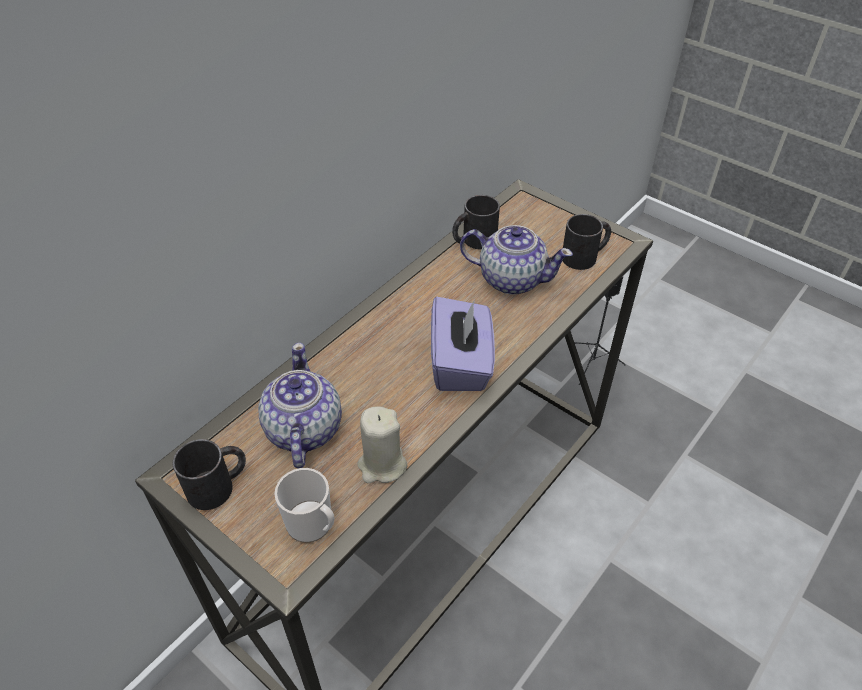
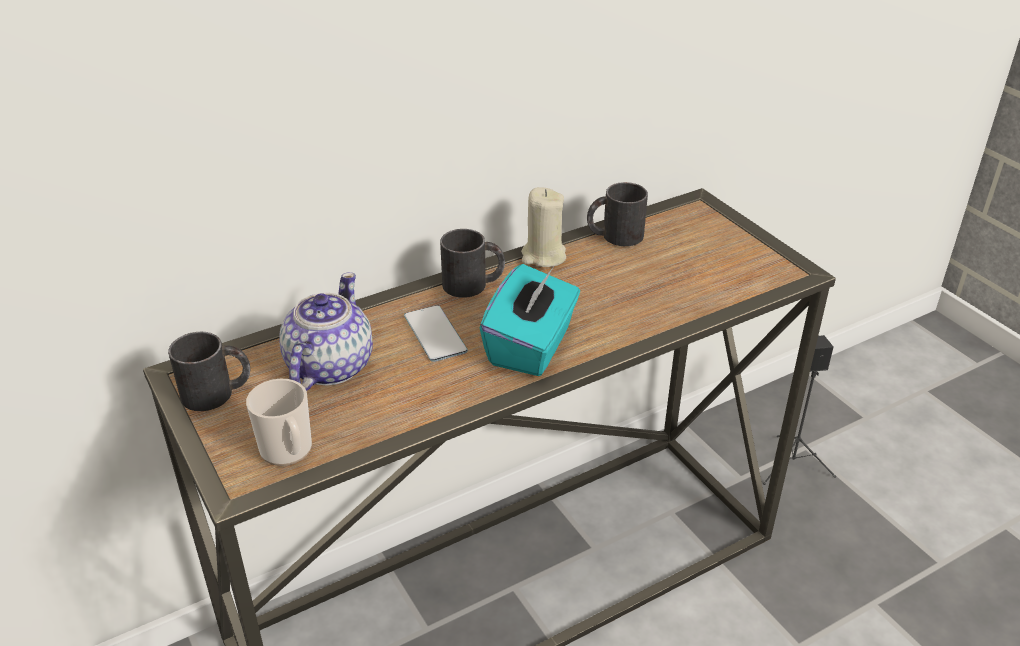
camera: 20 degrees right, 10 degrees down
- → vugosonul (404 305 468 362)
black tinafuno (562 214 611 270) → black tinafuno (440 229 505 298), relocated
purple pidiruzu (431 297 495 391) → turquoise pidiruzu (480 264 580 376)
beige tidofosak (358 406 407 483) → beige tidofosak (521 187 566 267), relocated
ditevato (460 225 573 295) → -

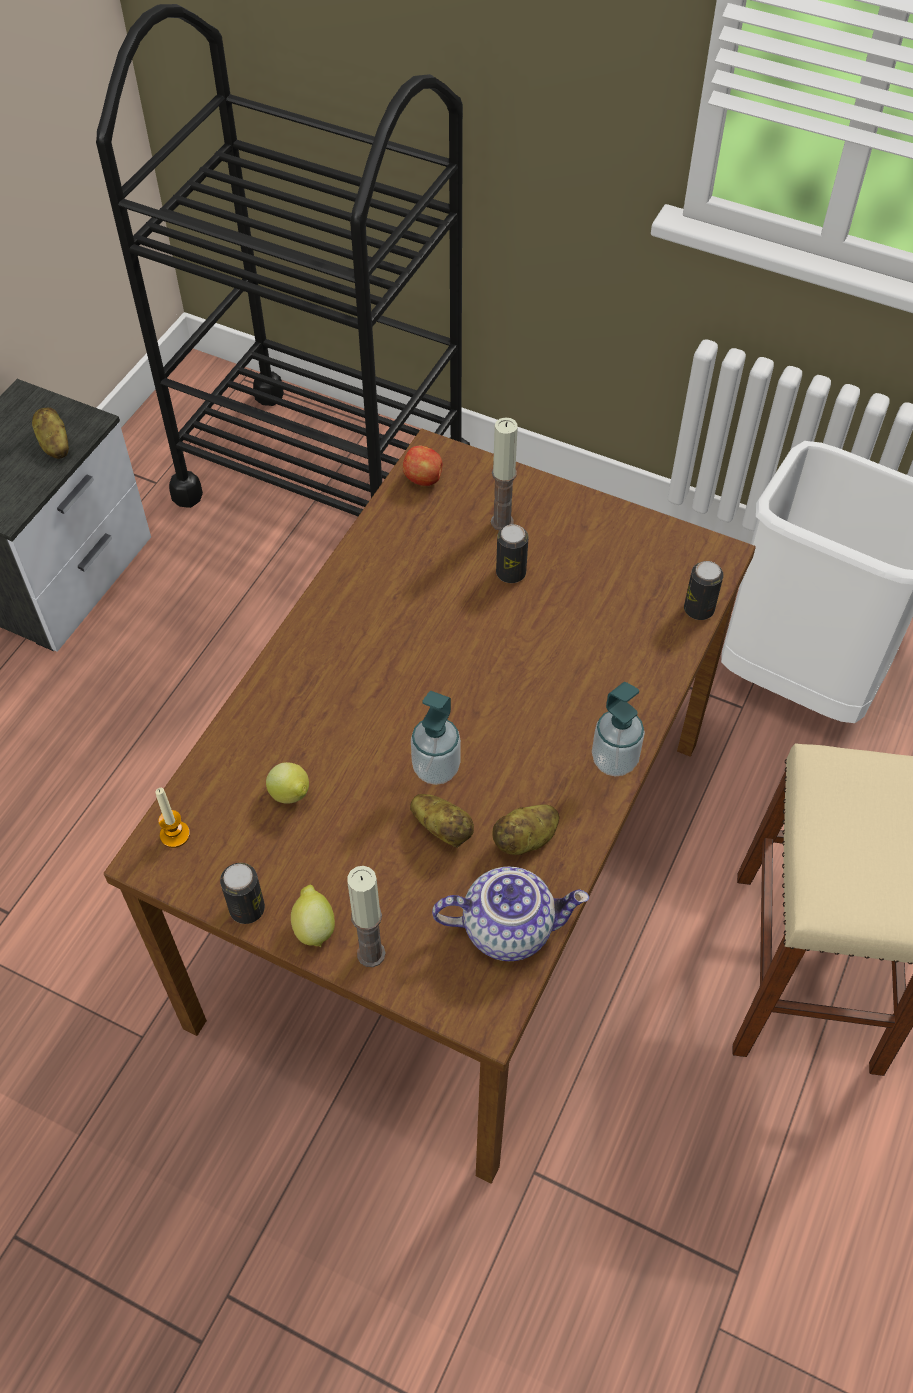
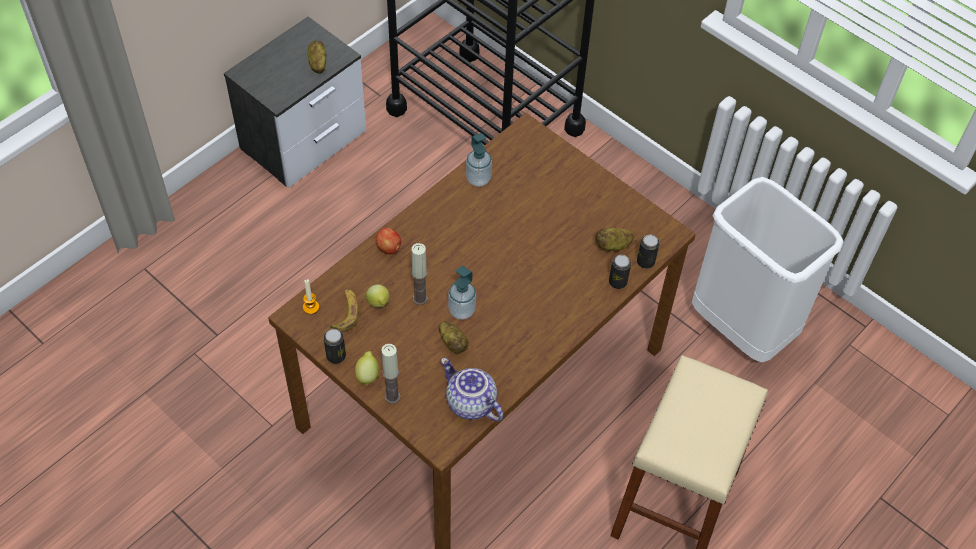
camera: 15 degrees right, 0 degrees up
- → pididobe (329 289 359 332)
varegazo (403 446 442 486) → varegazo (376 228 401 254), relocated
tidofosak (491 417 518 531) → tidofosak (411 243 428 305), relocated
ditevato (432 866 589 961) → ditevato (441 358 503 422), 150 degrees counterclockwise
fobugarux (592 682 645 776) → fobugarux (466 133 492 187), relocated
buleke (492 804 559 855) → buleke (595 227 634 251), relocated
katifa (496 524 528 583) → katifa (609 255 631 289), relocated

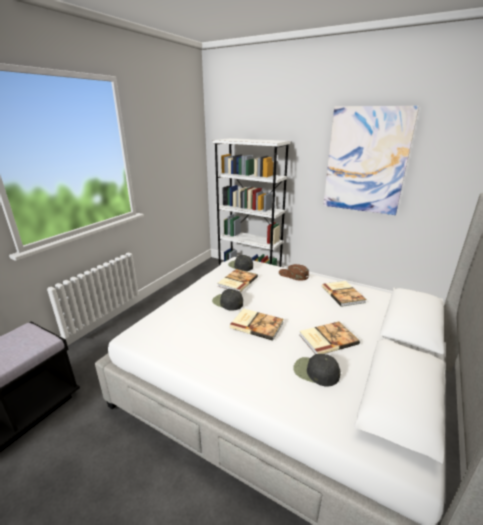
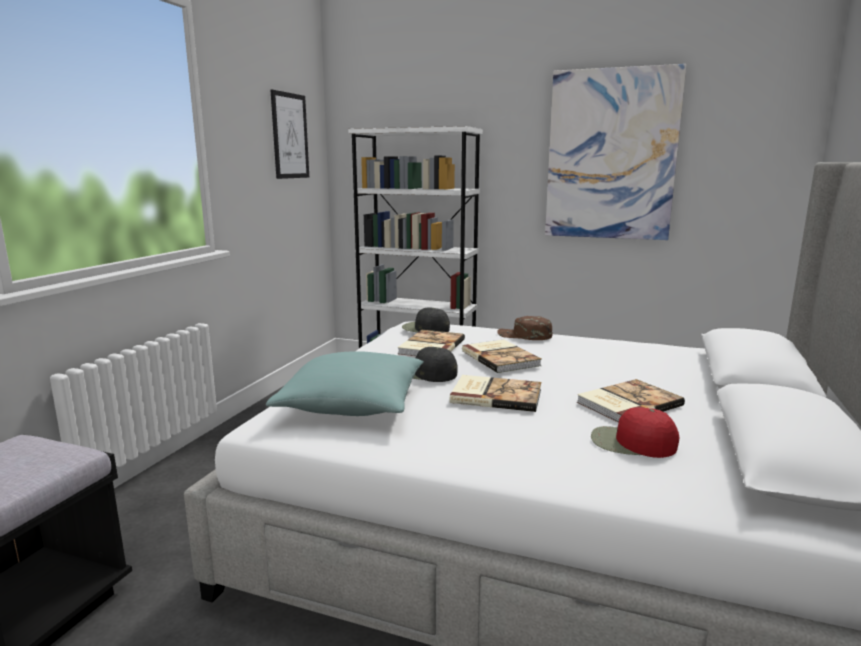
camera: 10 degrees left, 10 degrees down
- → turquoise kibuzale (266 351 423 416)
- → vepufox (271 90 309 179)
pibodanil (322 281 367 307) → pibodanil (462 340 541 373), relocated
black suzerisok (293 354 341 387) → red suzerisok (591 407 679 458)

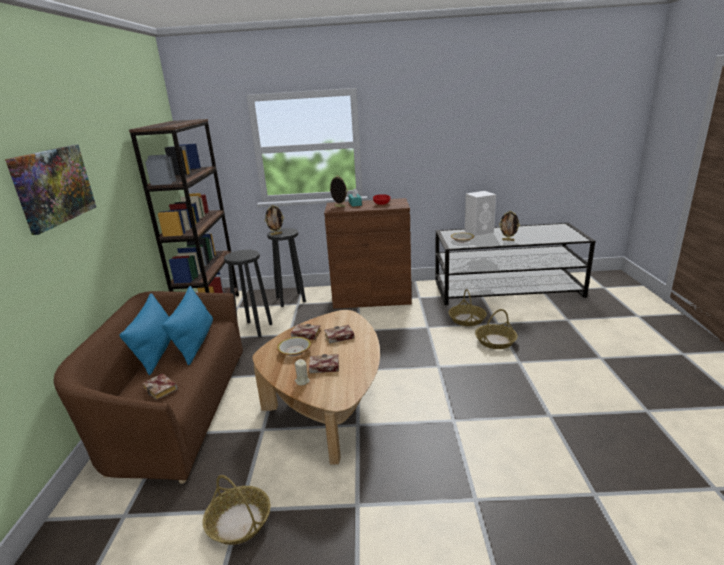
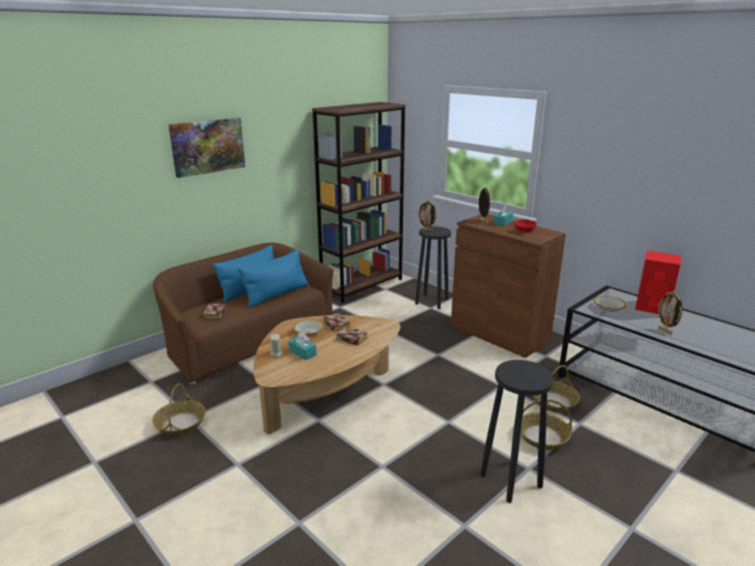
camera: 45 degrees right, 0 degrees up
pibodanil (309 354 339 373) → turquoise pidiruzu (288 333 317 360)
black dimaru (224 250 272 337) → black dimaru (480 360 554 503), relocated
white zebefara (465 191 496 236) → red zebefara (635 251 681 314)

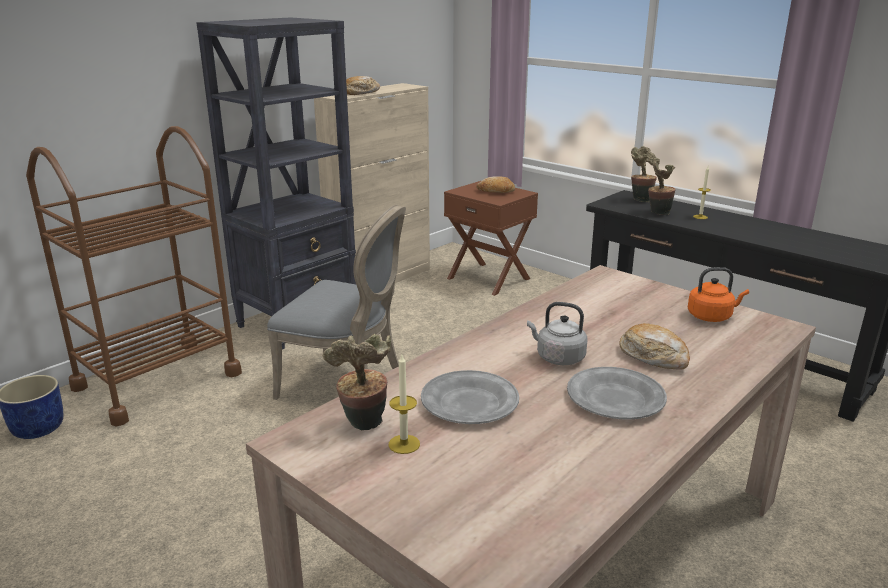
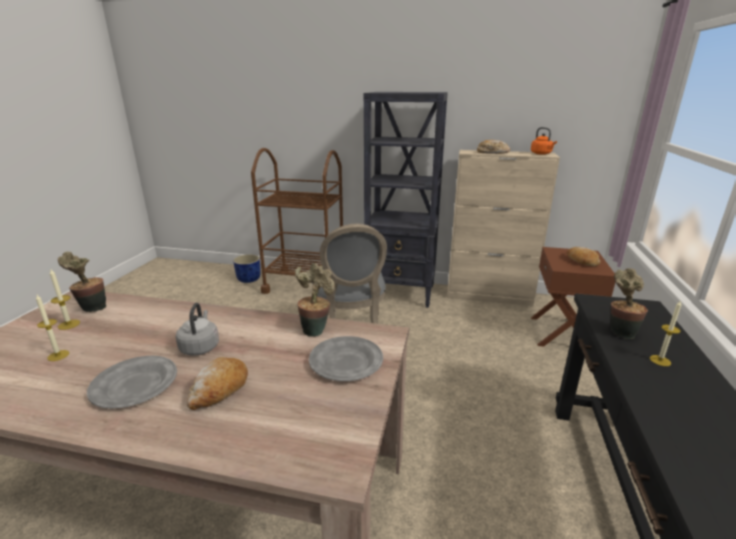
camera: 60 degrees right, 0 degrees up
- → tidofosak (36 295 69 361)
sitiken (631 146 657 202) → sitiken (295 263 335 337), relocated
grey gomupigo (421 370 519 424) → grey gomupigo (309 336 383 381), relocated
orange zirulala (688 267 749 322) → orange zirulala (531 127 557 155), relocated

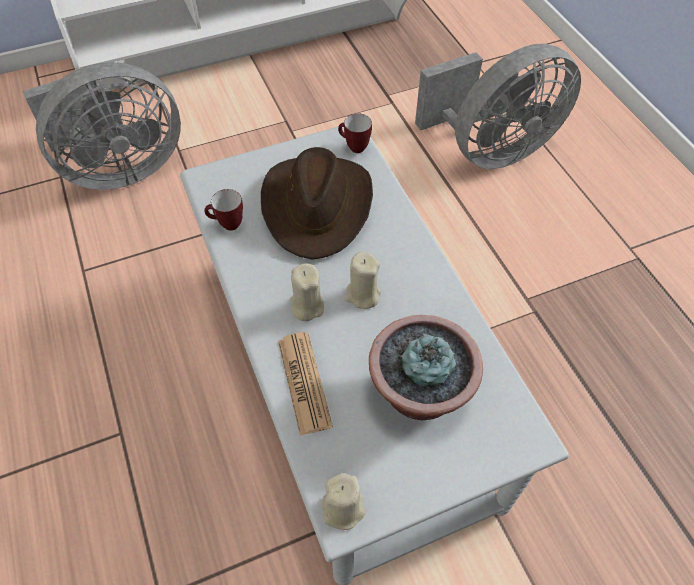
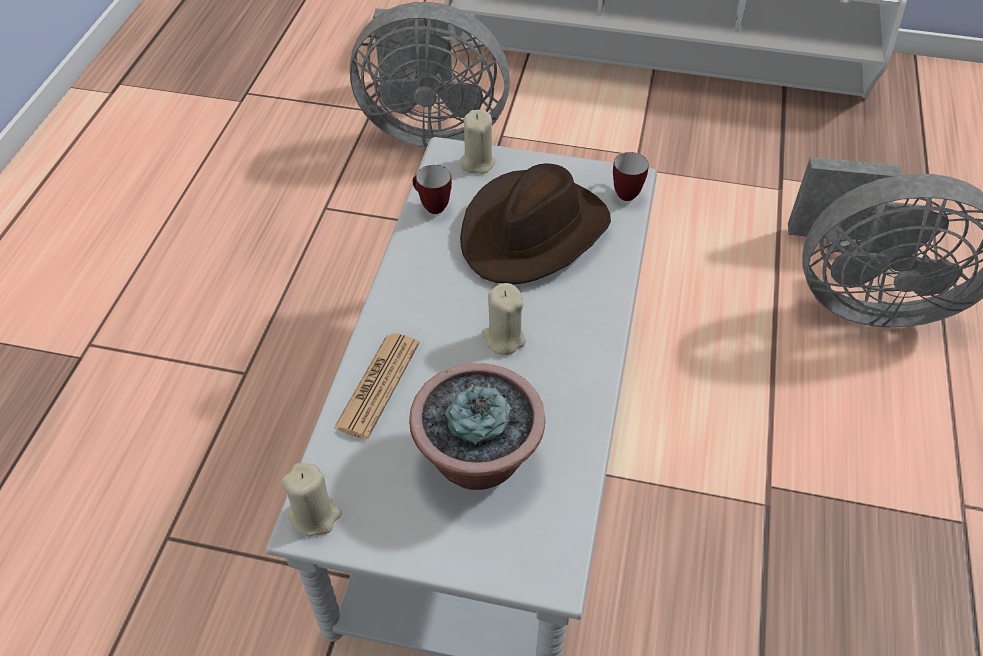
camera: 35 degrees right, 5 degrees down
beige tidofosak (290 264 324 321) → beige tidofosak (460 110 496 174), relocated

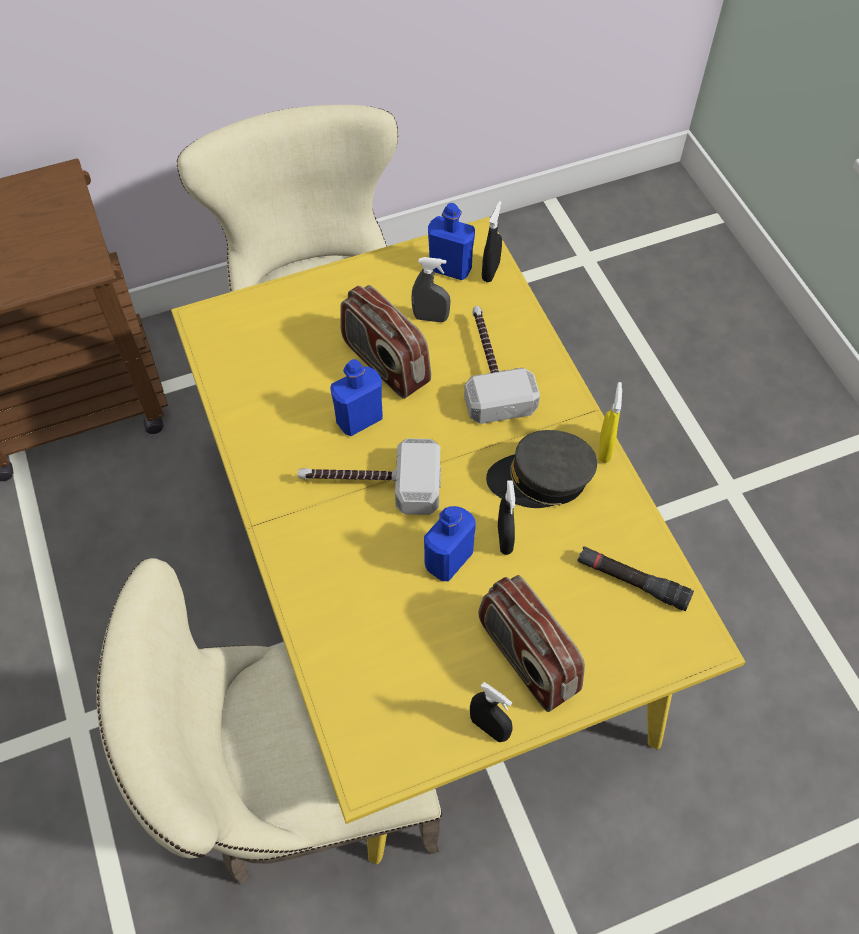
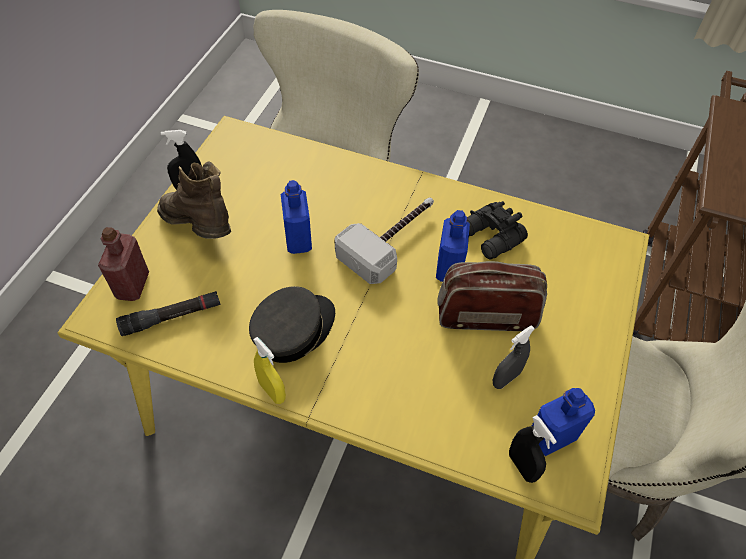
camera: 130 degrees right, 5 degrees down
- → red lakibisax (98 227 149 301)
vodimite (478 575 585 712) → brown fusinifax (157 161 231 239)
- → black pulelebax (467 201 528 260)
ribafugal (464 306 540 424) → -
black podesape (498 480 515 555) → -

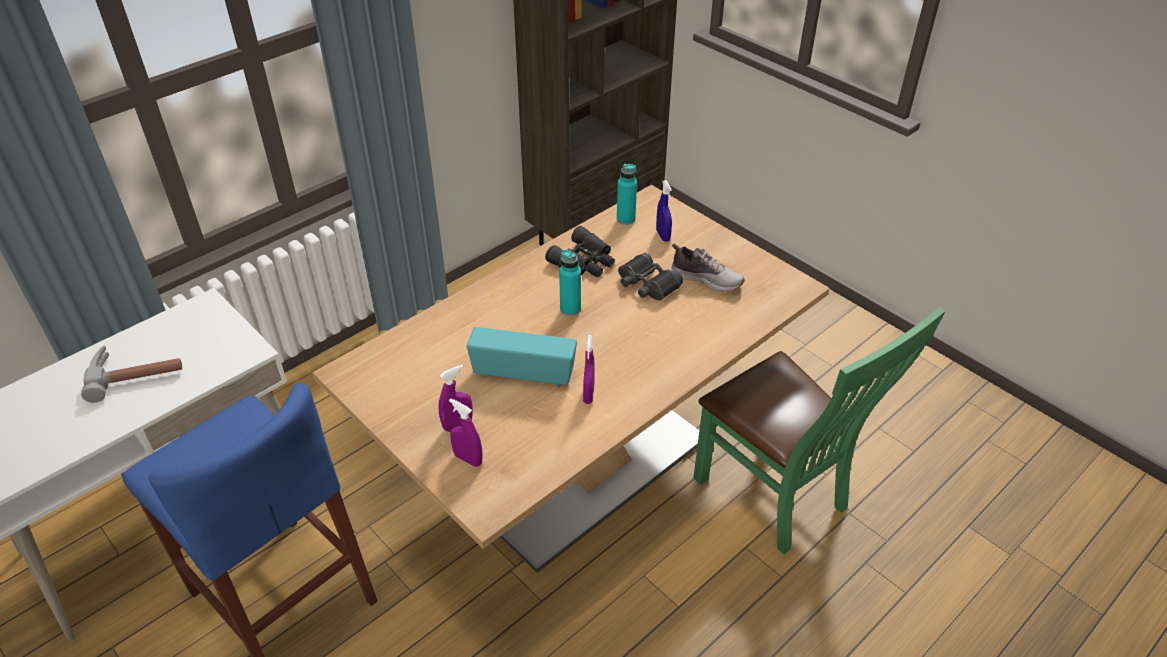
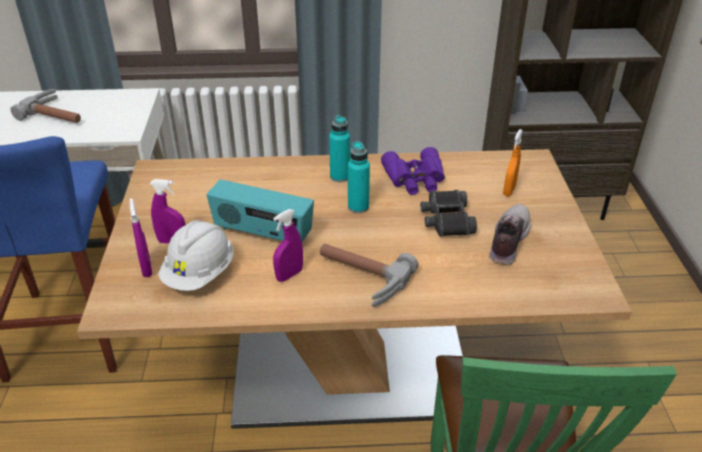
camera: 40 degrees right, 5 degrees down
- → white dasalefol (158 220 234 291)
vodimite (467 327 577 386) → vodimite (207 180 314 242), 150 degrees clockwise
- → ribafugal (320 243 418 307)
turquoise lakibisax (617 164 637 225) → turquoise lakibisax (329 115 350 182), relocated
black pulelebax (545 226 615 277) → purple pulelebax (381 147 445 195)
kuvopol (671 243 745 292) → kuvopol (489 204 531 265), 135 degrees counterclockwise
blue podesape (656 180 672 242) → orange podesape (503 129 523 196)

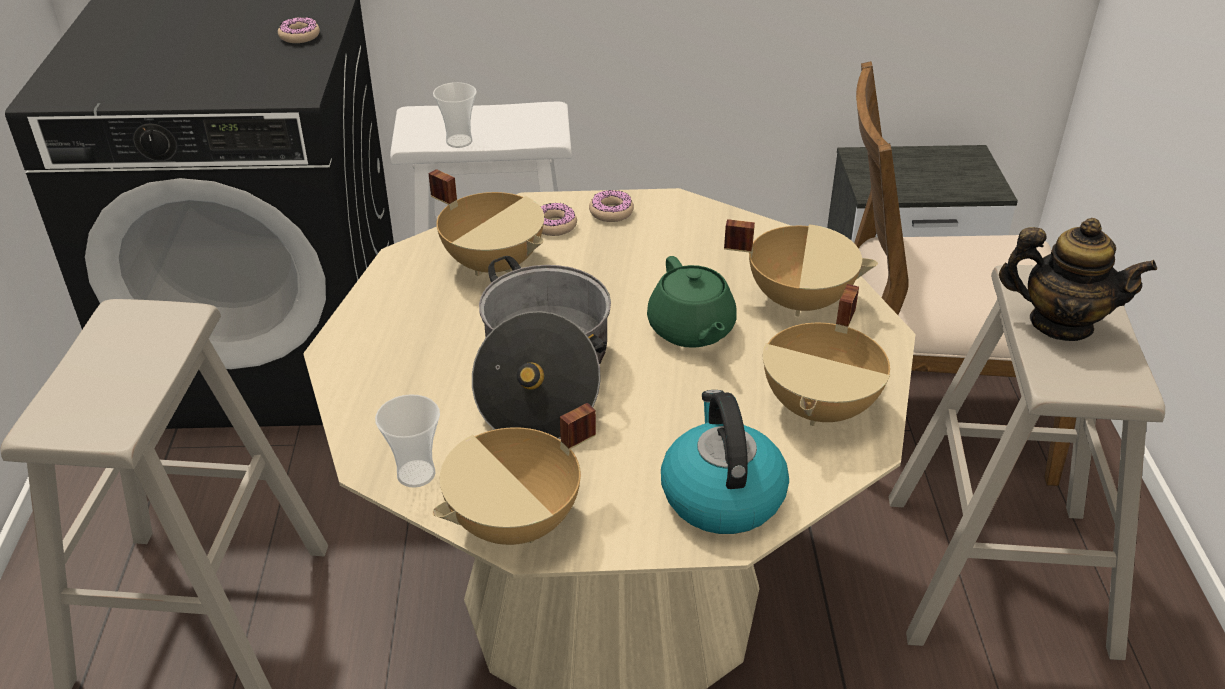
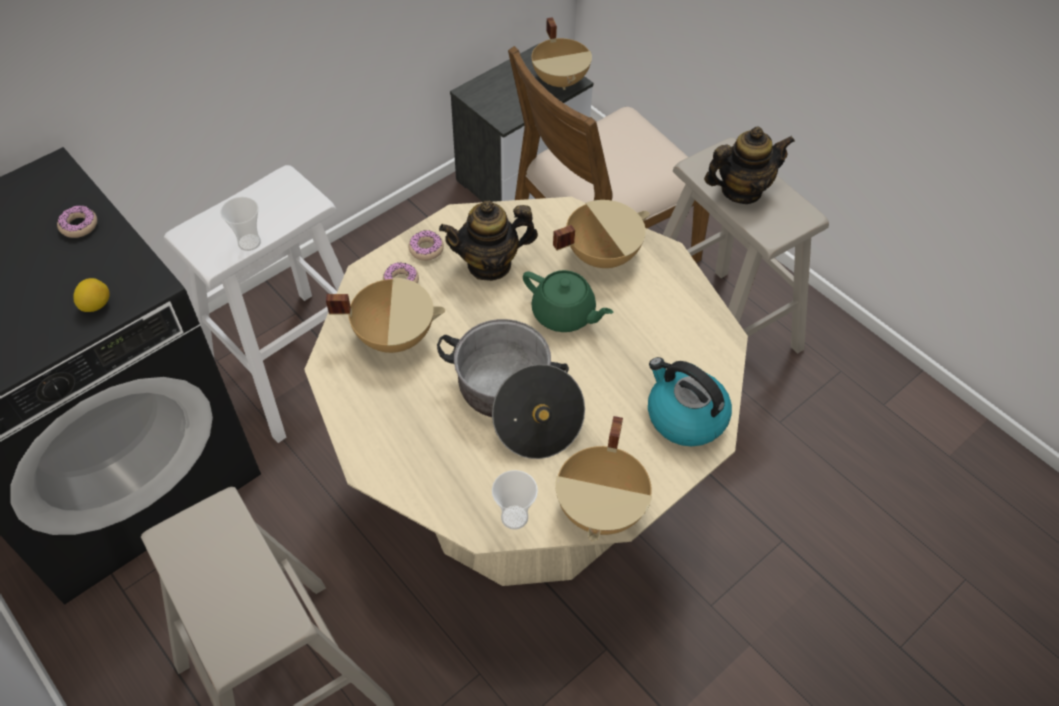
camera: 40 degrees left, 15 degrees up
- → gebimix (73 278 109 312)
- → ditevato (439 201 538 281)
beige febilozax (763 284 890 426) → beige febilozax (532 17 592 90), relocated

